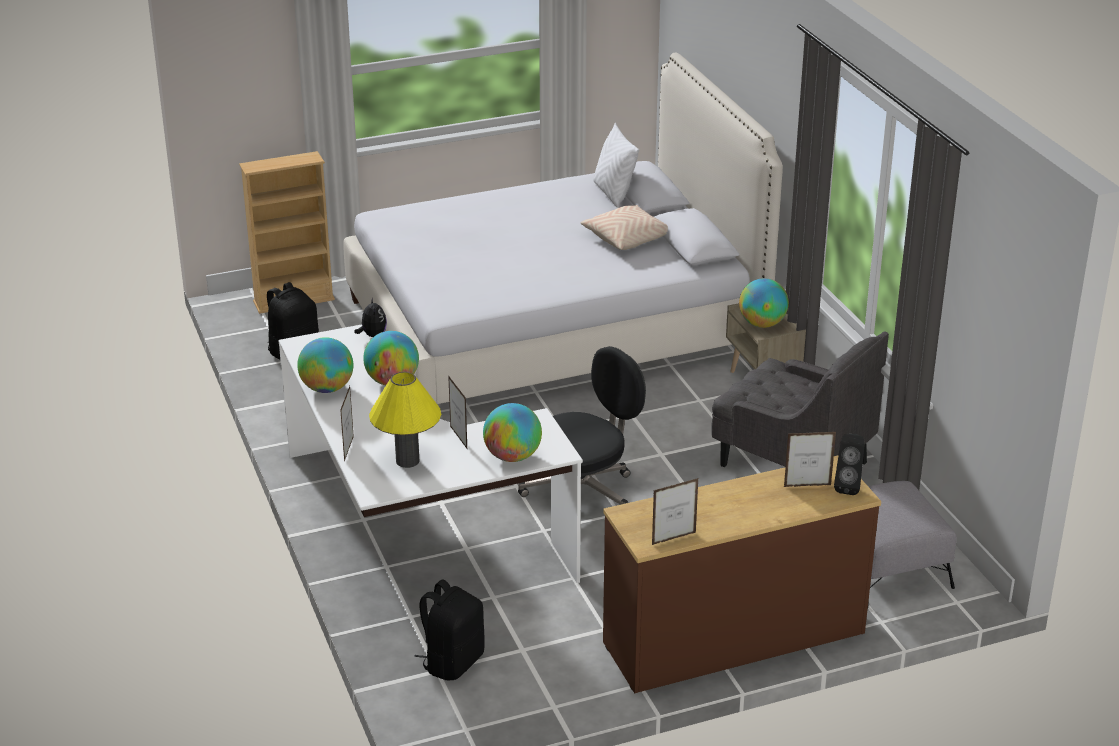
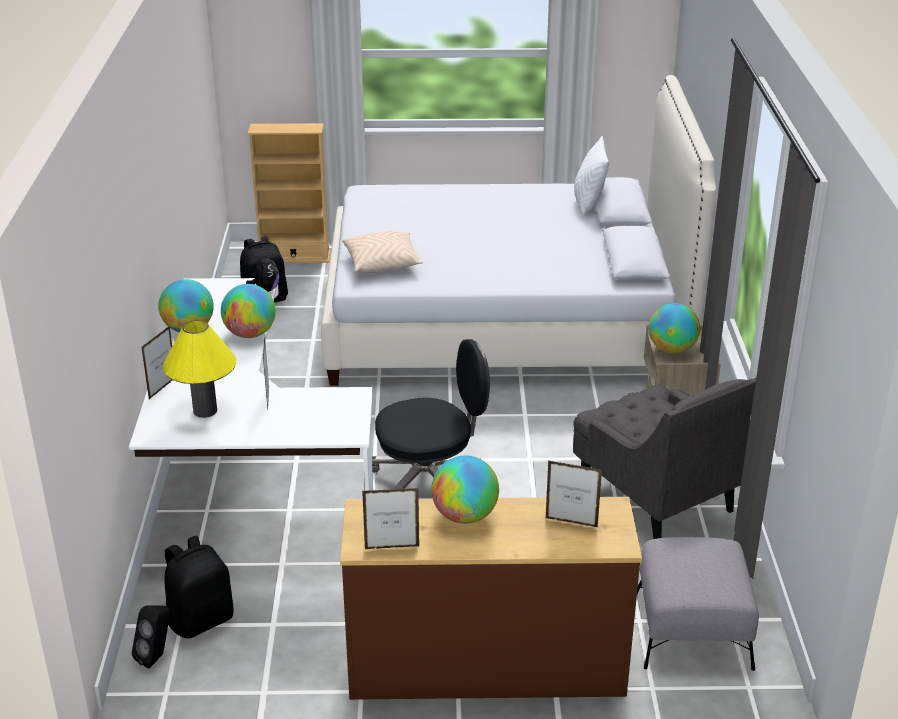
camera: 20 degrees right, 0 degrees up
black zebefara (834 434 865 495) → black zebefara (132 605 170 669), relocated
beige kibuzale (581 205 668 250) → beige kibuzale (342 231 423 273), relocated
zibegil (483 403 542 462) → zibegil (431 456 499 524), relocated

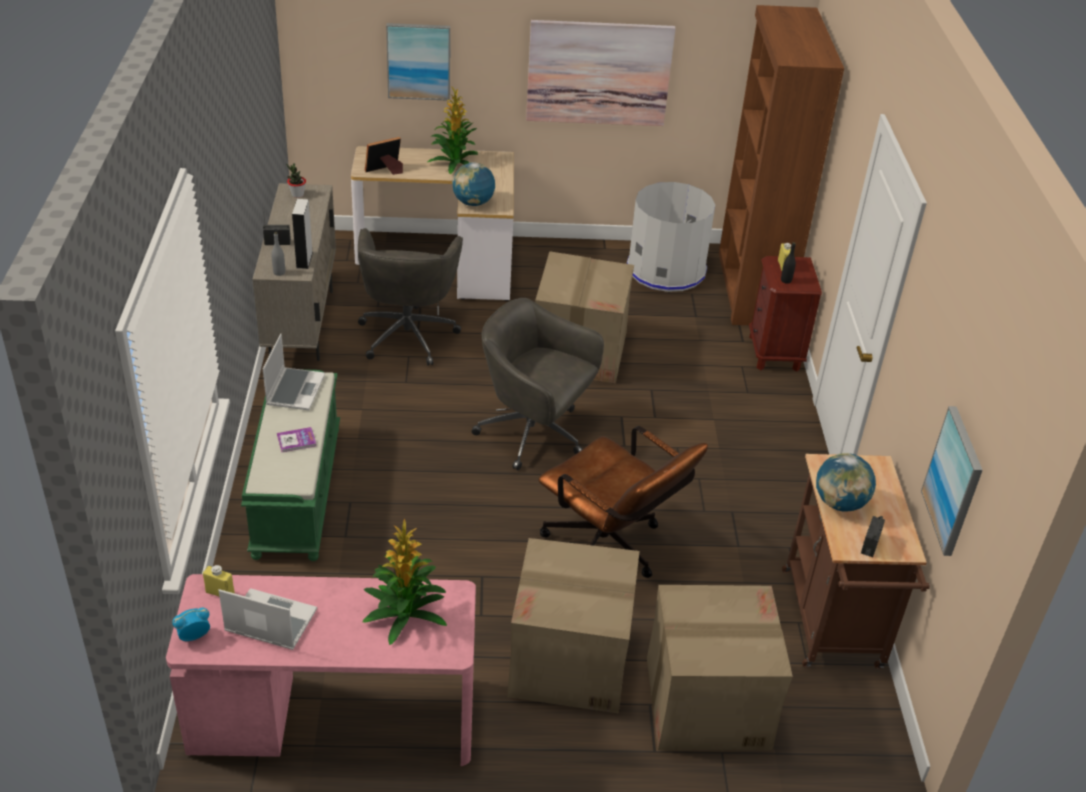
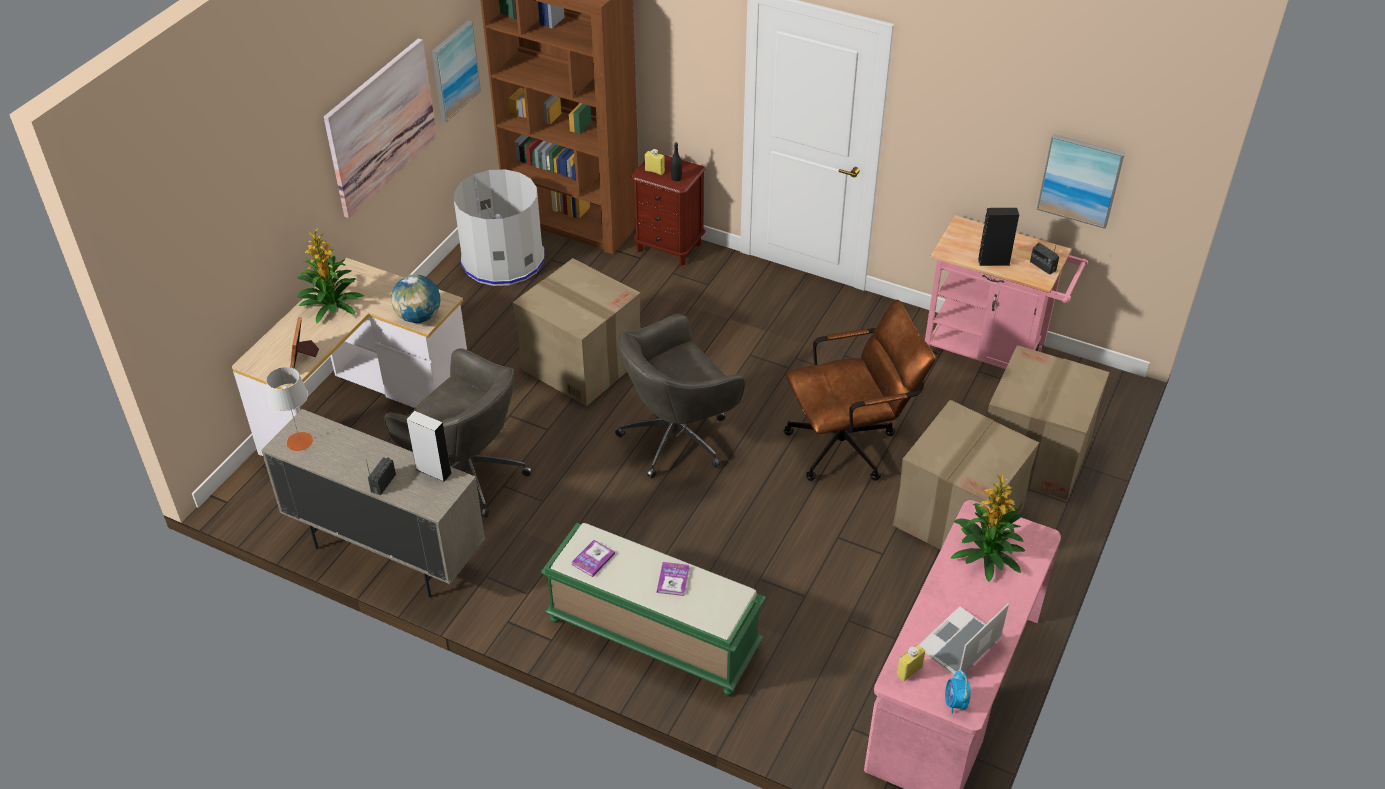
camera: 60 degrees left, 5 degrees up
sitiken (286 163 306 198) → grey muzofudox (266 367 313 451)
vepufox (386 23 450 100) → vepufox (432 20 481 123), relocated
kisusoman (263 334 325 410) → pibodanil (571 540 615 577)
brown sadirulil (782 454 930 669) → pink sadirulil (925 215 1088 369)
zibegil (816 453 876 512) → black zebefara (978 208 1019 266)
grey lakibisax (272 232 285 276) → -

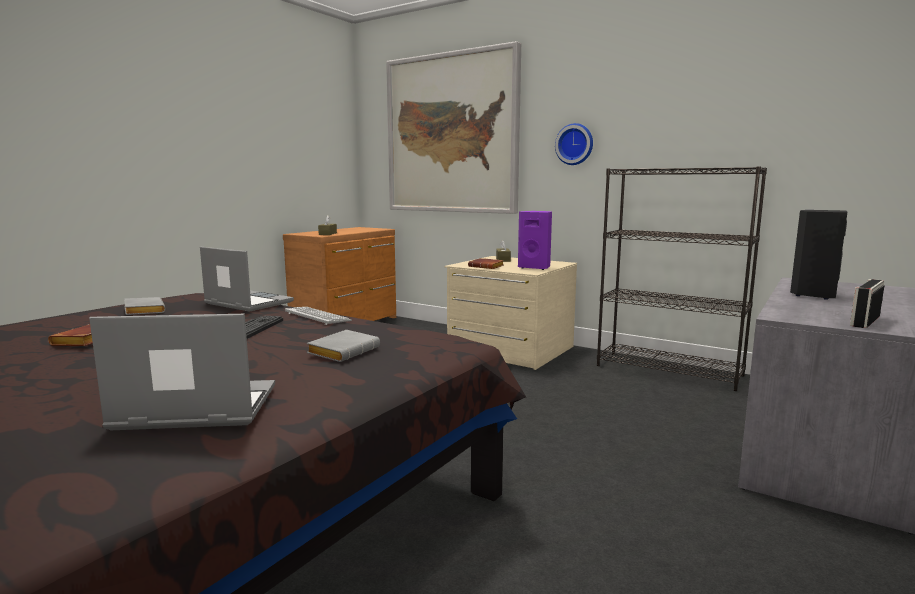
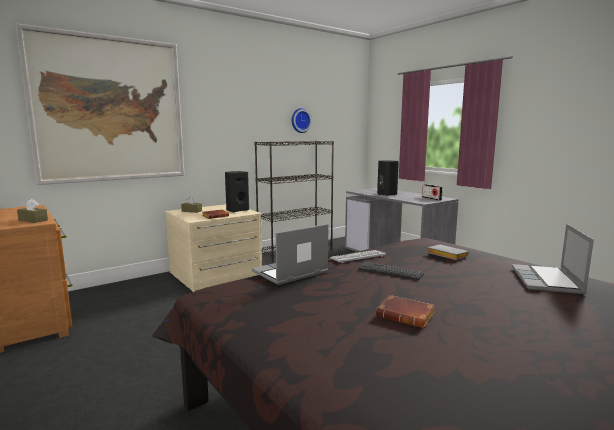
camera: 70 degrees left, 0 degrees up
purple zebefara (518 211 552 270) → black zebefara (225 171 249 213)
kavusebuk (555 123 593 165) → kavusebuk (292 108 312 133), relocated
grey pibodanil (124 297 165 315) → -

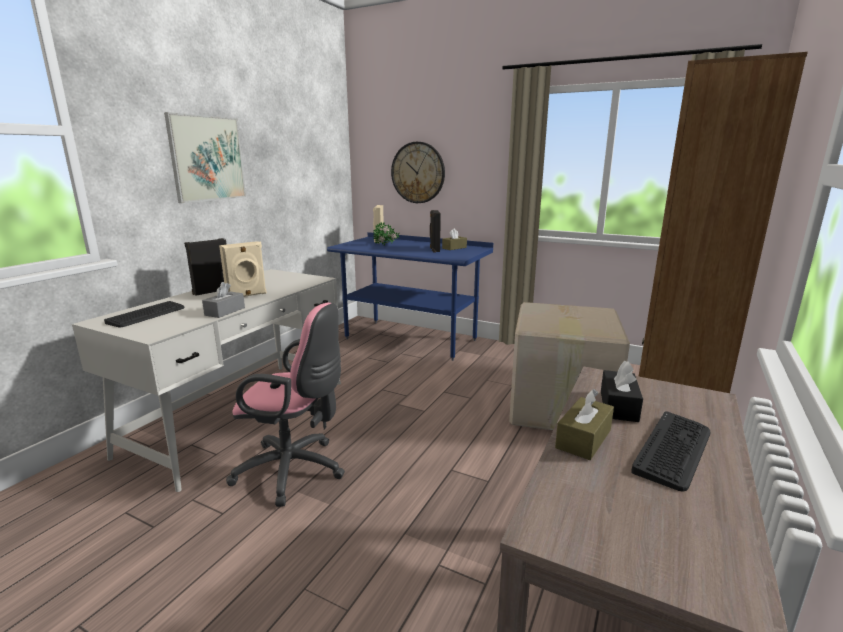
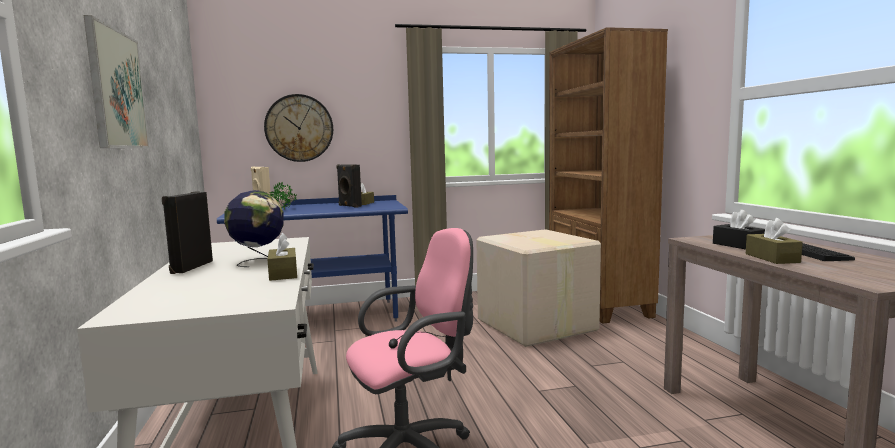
camera: 40 degrees left, 10 degrees down
beige zebefara (219 241 267 297) → zibegil (224 190 284 267)
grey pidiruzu (202 282 245 318) → brown pidiruzu (267 232 297 281)
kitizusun (104 301 185 327) → -

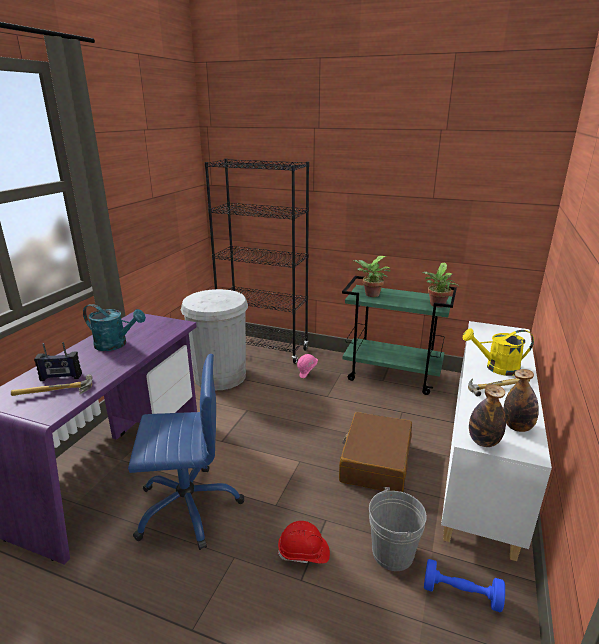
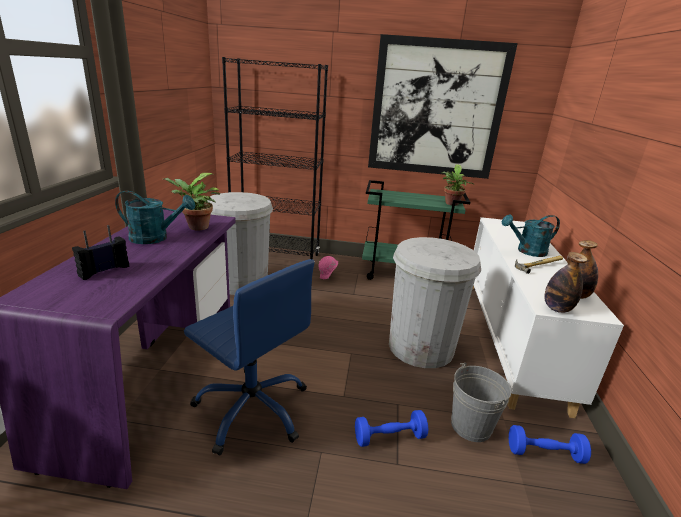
camera: 15 degrees left, 0 degrees up
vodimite (34 342 82 381) → vodimite (72 225 129 280), 150 degrees clockwise
sitiken (353 256 391 297) → sitiken (164 173 221 230), relocated
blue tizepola (128 354 244 550) → blue tizepola (184 259 314 456), 60 degrees clockwise
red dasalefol (278 521 330 564) → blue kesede (355 410 428 447)
- → vepufox (368 34 518 179)
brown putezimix (339 412 412 492) → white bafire (389 237 481 368)
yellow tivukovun (463 328 534 376) → turquoise tivukovun (502 215 560 257)
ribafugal (11 374 93 396) → -

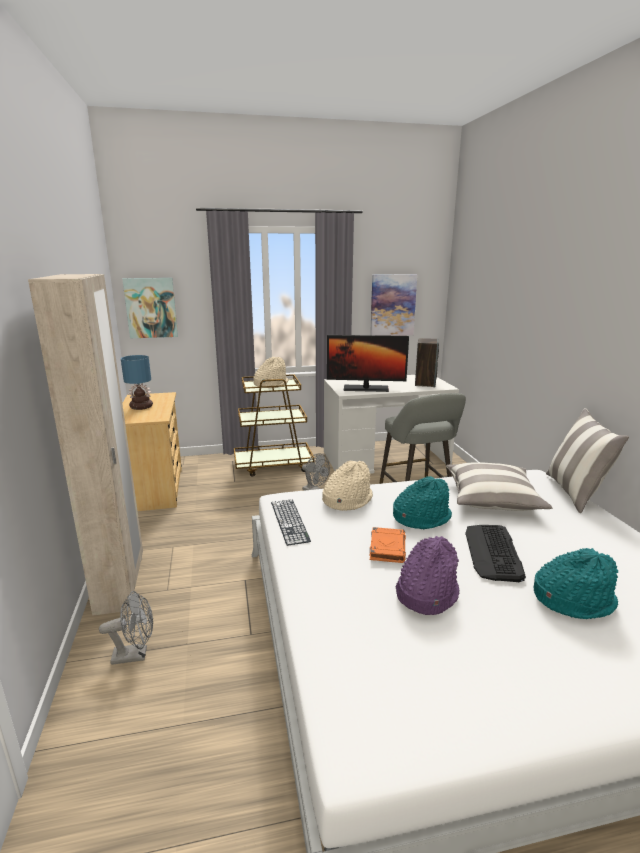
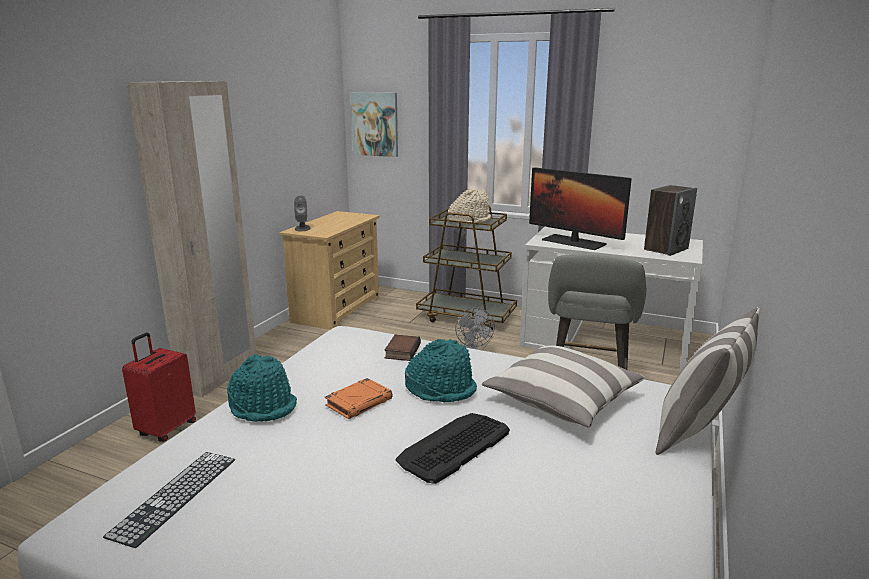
camera: 35 degrees right, 0 degrees up
kitizusun (271 499 311 546) → kitizusun (103 452 235 548), relocated
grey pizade (99 591 153 665) → red putezimix (122 333 196 442)
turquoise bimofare (534 548 618 619) → turquoise bimofare (227 354 297 422), relocated
- → grey zebefara (294 196 310 231)
beige bimofare (322 460 373 511) → pibodanil (384 335 421 361)
muzofudox (121 355 153 410) → -
vepufox (370 274 417 336) → -
purple bimofare (396 536 460 615) → -

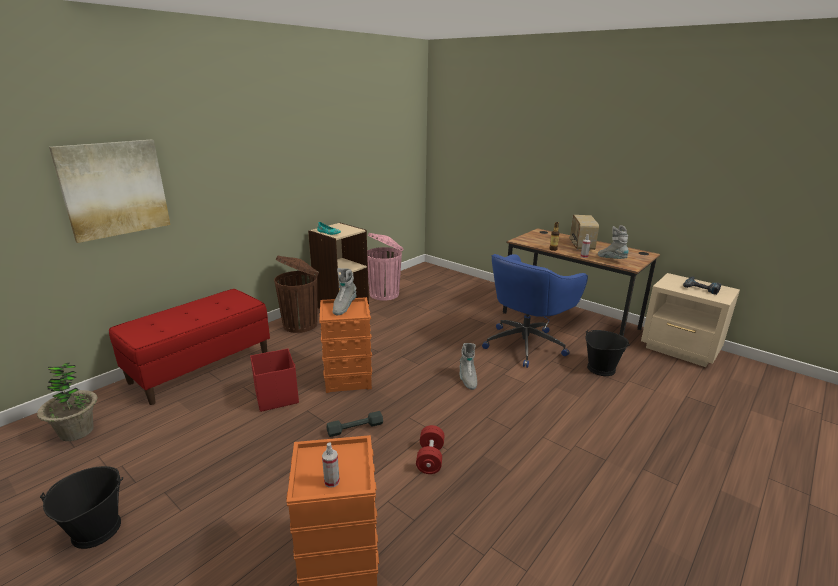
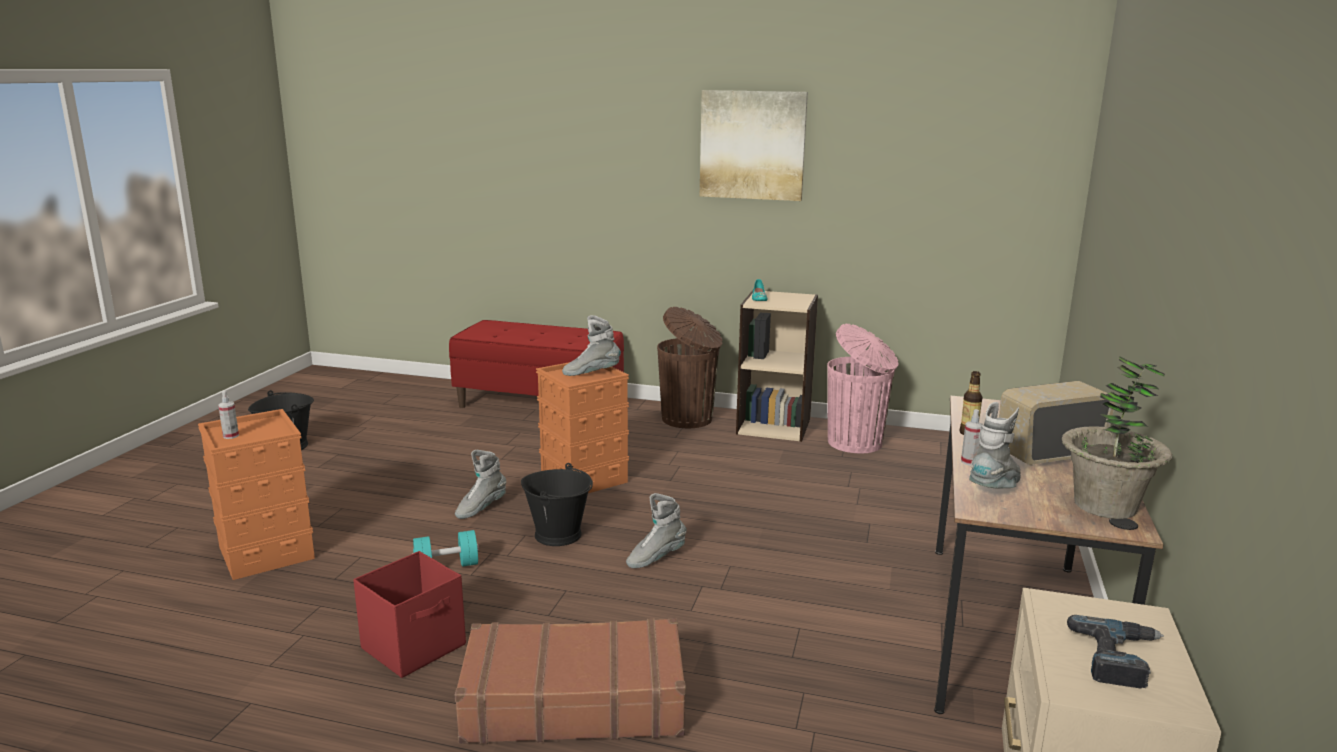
camera: 65 degrees right, 5 degrees down
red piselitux (250 348 299 412) → red piselitux (353 551 466 678), relocated
red kesede (416 425 445 474) → turquoise kesede (412 530 479 567)
grey kesede (327 411 383 437) → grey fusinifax (455 450 506 519)
- → brown putezimix (455 618 686 744)
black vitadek (585 330 630 376) → black vitadek (521 463 593 546), relocated
vepufox (49 140 170 243) → vepufox (700 90 808 201), relocated
sitiken (37 363 98 441) → sitiken (1061 356 1172 519), relocated
blue tizepola (482 254 588 368) → -

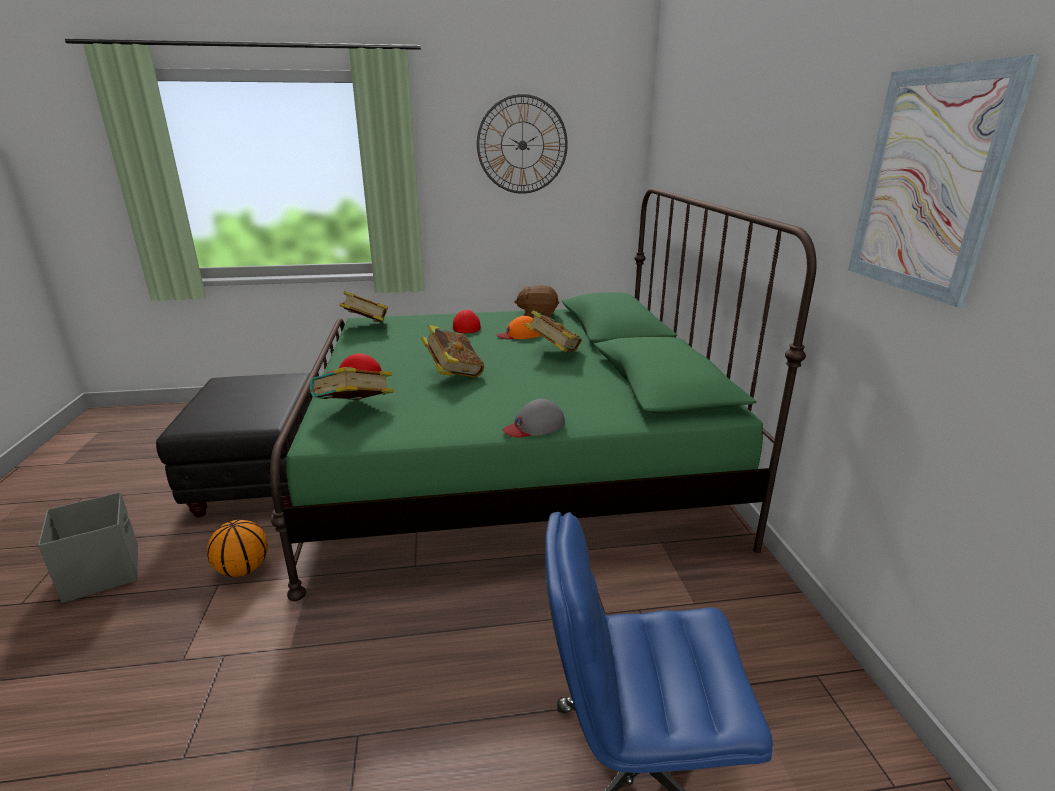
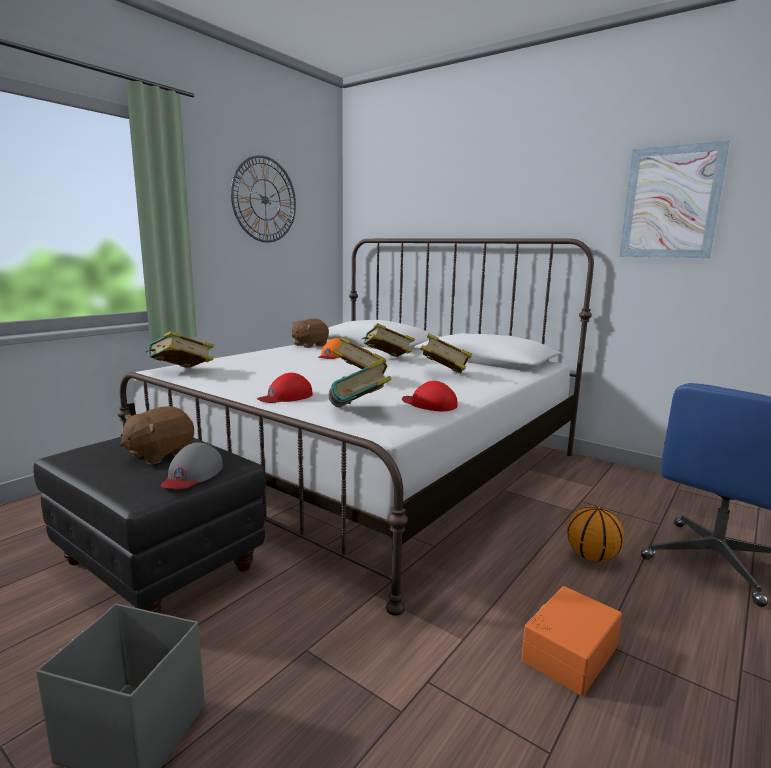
camera: 45 degrees left, 10 degrees down
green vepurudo (270 188 817 601) → white vepurudo (118 238 594 616)
- → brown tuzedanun (120 406 194 465)
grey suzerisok (502 399 565 437) → grey suzerisok (161 443 223 489), relocated
red suzerisok (453 310 481 333) → red suzerisok (402 381 458 411), relocated
- → pibodanil (420 333 472 373)
- → orange piselitux (521 586 622 696)
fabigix (207 520 268 577) → fabigix (567 506 625 562), relocated

